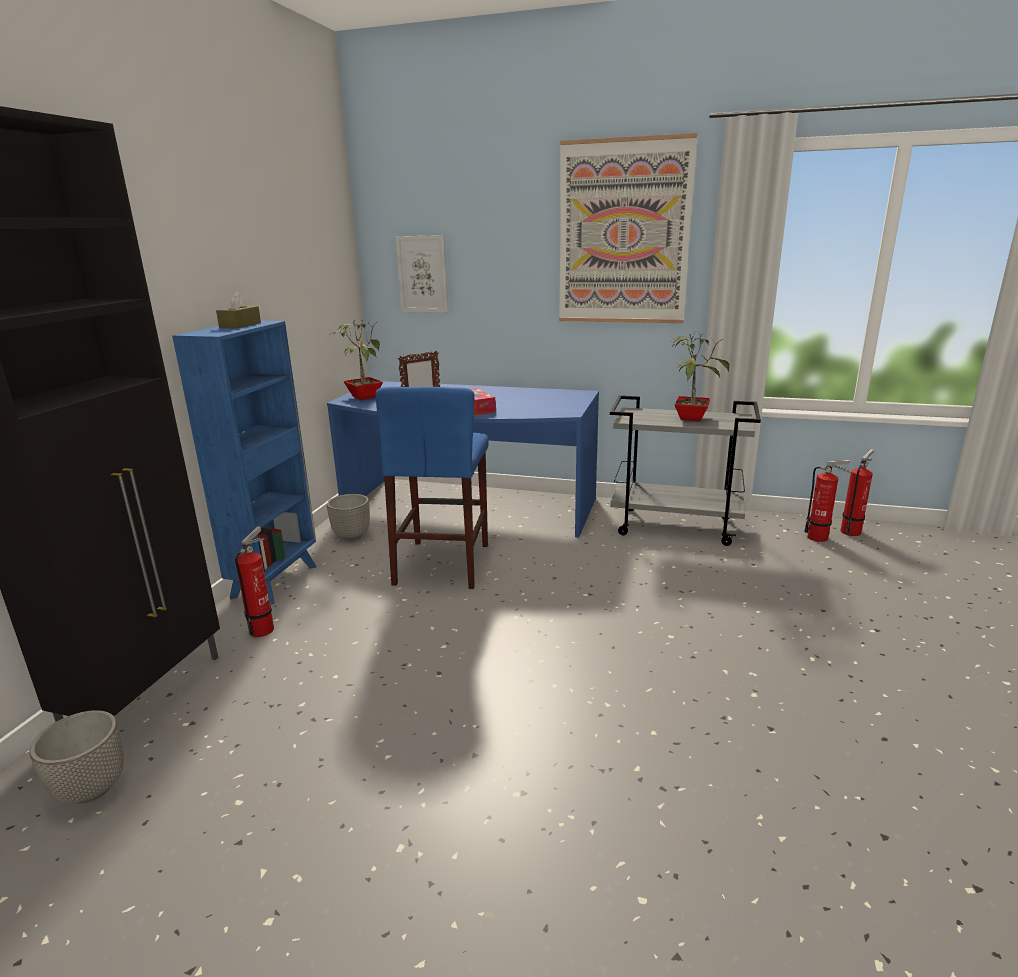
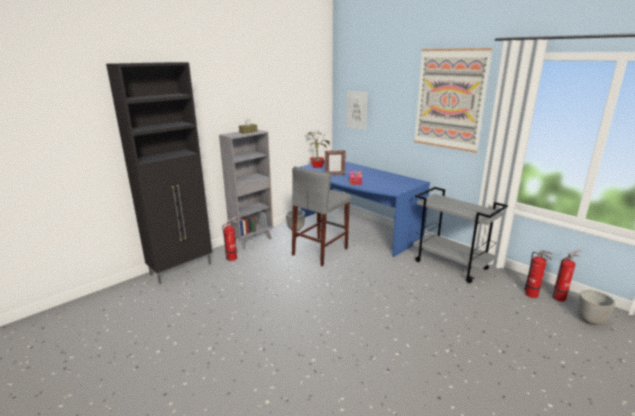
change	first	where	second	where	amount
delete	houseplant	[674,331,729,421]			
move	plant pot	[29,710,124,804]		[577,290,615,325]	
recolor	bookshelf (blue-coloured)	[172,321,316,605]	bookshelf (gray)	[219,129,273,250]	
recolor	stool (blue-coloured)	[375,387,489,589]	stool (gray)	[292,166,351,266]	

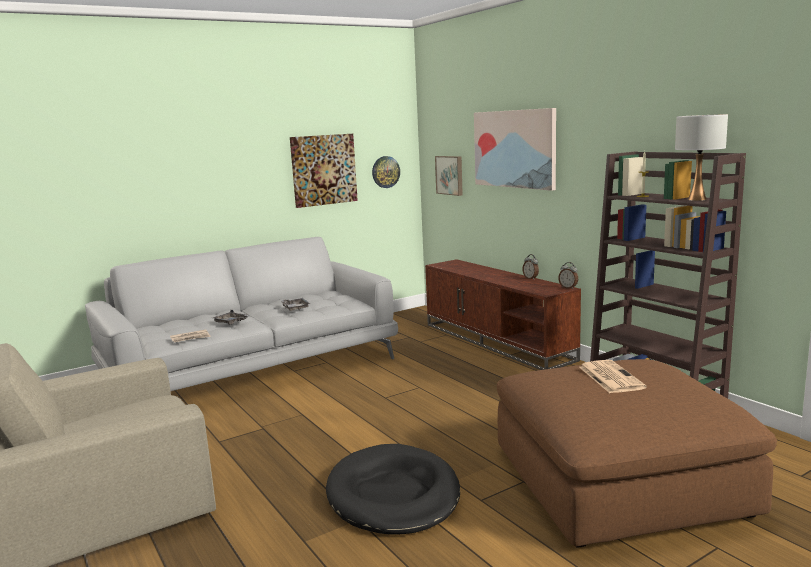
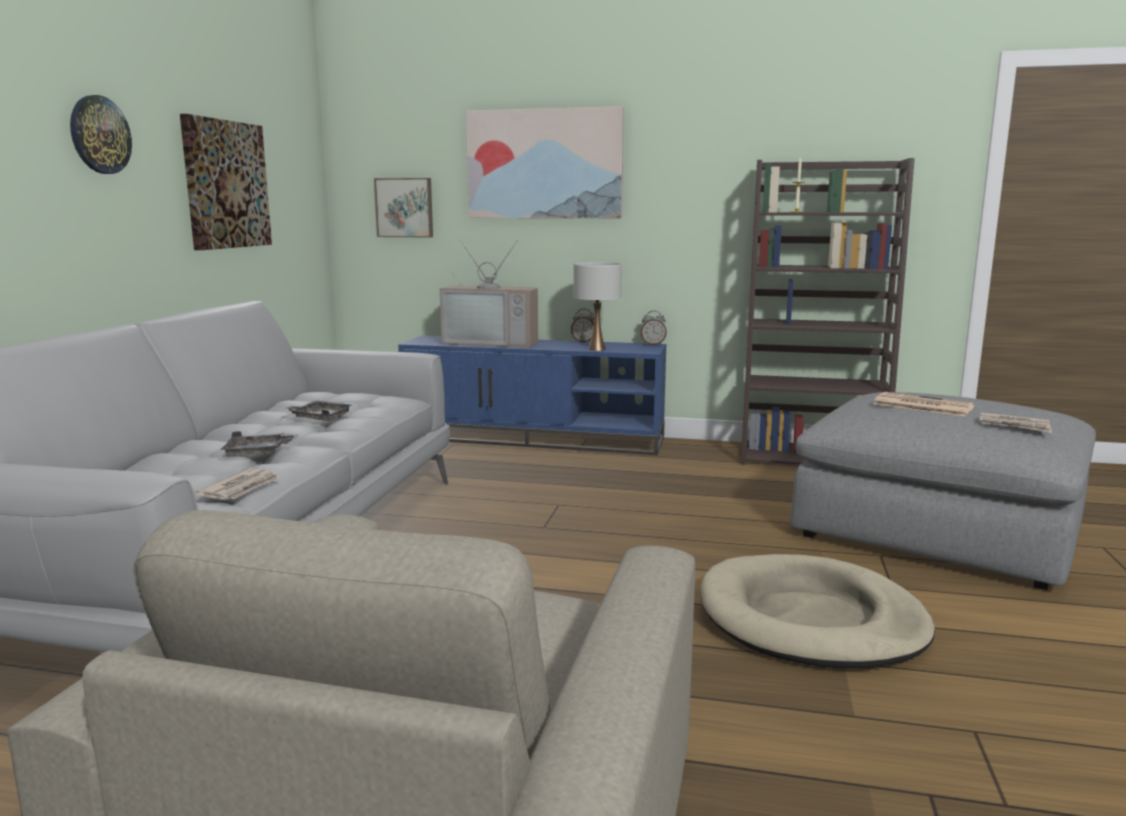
change	first	where	second	where	amount
insert			TV set	[440,240,538,348]	
insert			printed paper	[979,412,1052,433]	
move	clock on the wall	[372,156,400,188]		[70,95,132,174]	
move	tabletop lamp (white)	[675,114,728,201]		[573,262,622,351]	
recolor	pet bed (black)	[326,444,460,535]	pet bed (sand-coloured)	[701,554,935,668]	
recolor	media console (brown-coloured)	[425,259,581,370]	media console (blue-coloured)	[398,335,666,455]	
recolor	footrest (brown-coloured)	[497,359,777,548]	footrest (gray)	[790,392,1096,590]	

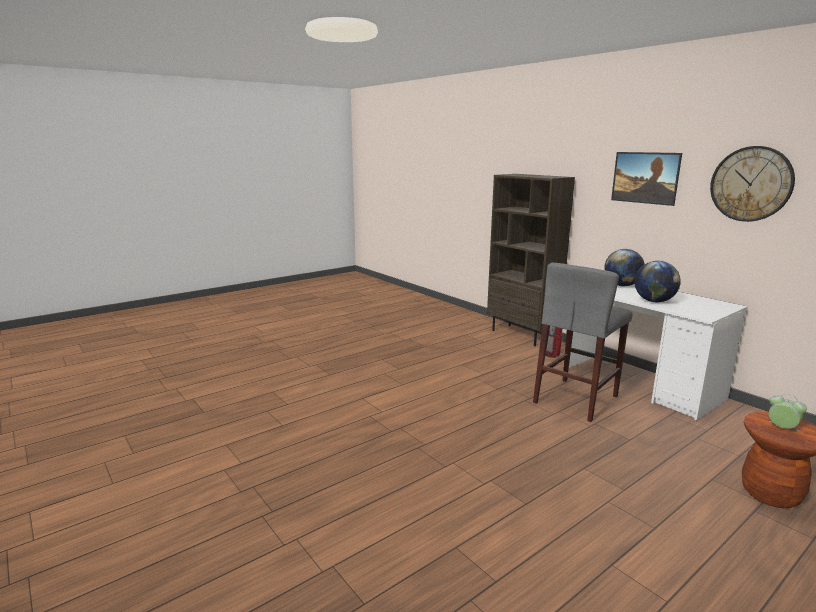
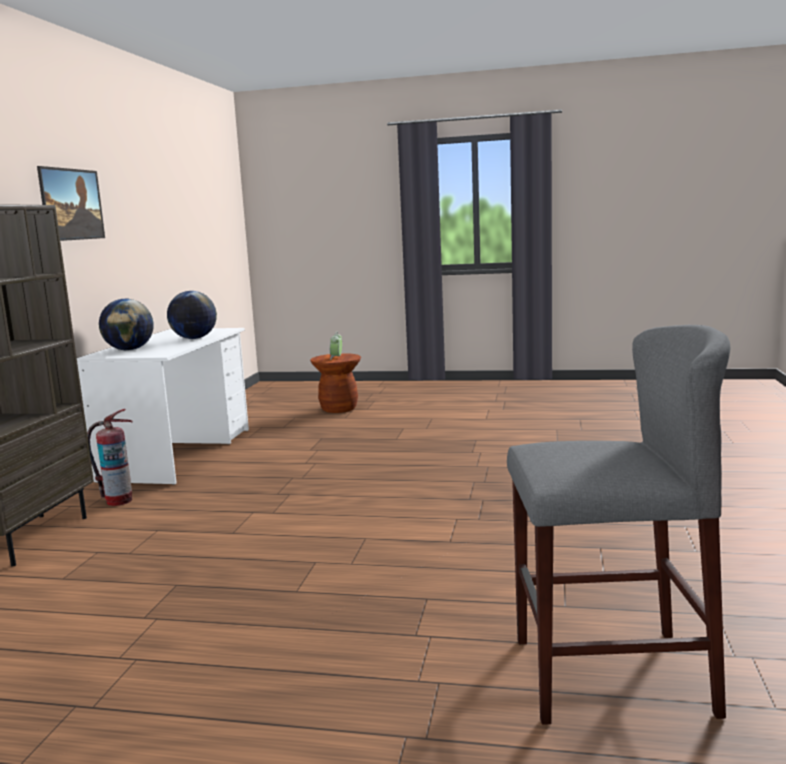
change	first	where	second	where	amount
delete	clock on the wall	[710,146,795,222]			
move	stool (gray)	[533,263,633,422]		[507,325,731,725]	

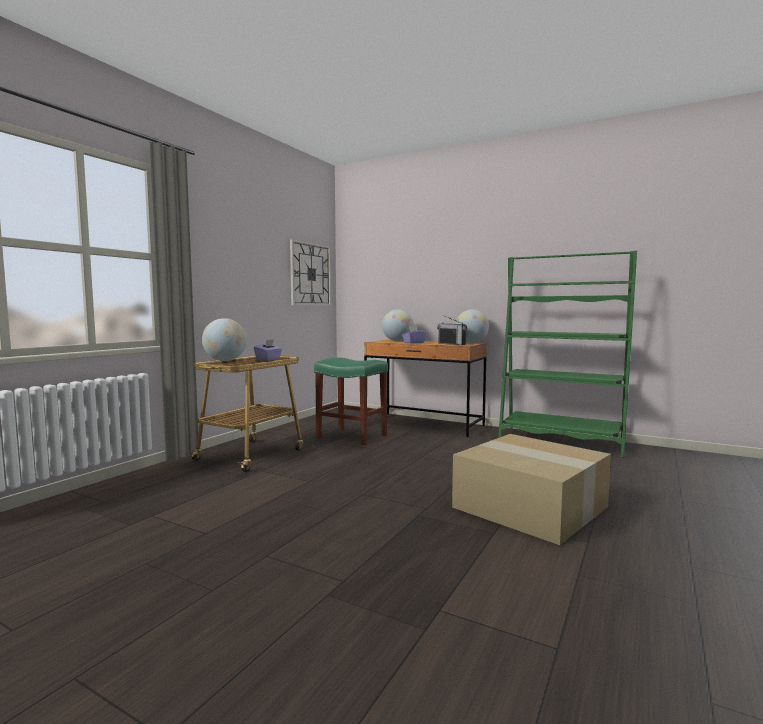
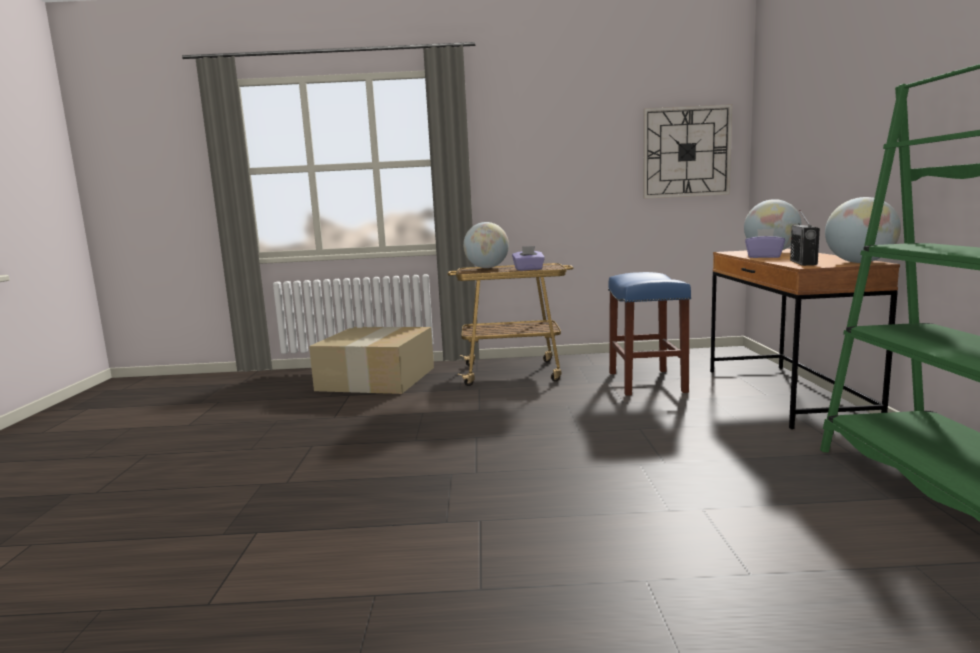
change	first	where	second	where	amount
move	cardboard box	[452,434,611,545]		[309,327,434,394]	
recolor	stool (green)	[314,358,388,445]	stool (blue-coloured)	[608,272,691,396]	

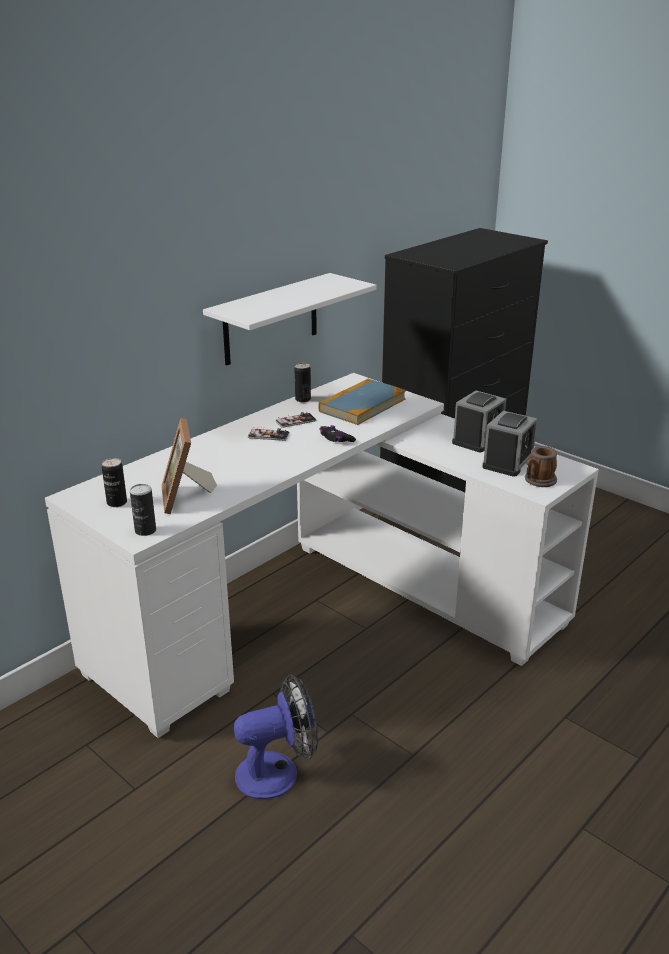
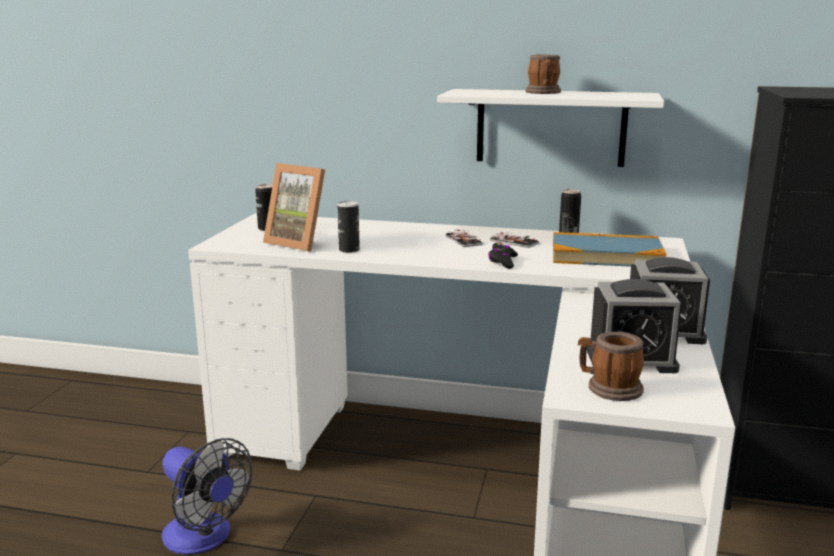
change	first	where	second	where	amount
insert			mug	[526,55,561,94]	
move	sealed can	[130,484,156,536]		[337,201,360,253]	
rotate	picture frame	[161,418,217,514]		[263,163,325,252]	105 degrees counterclockwise

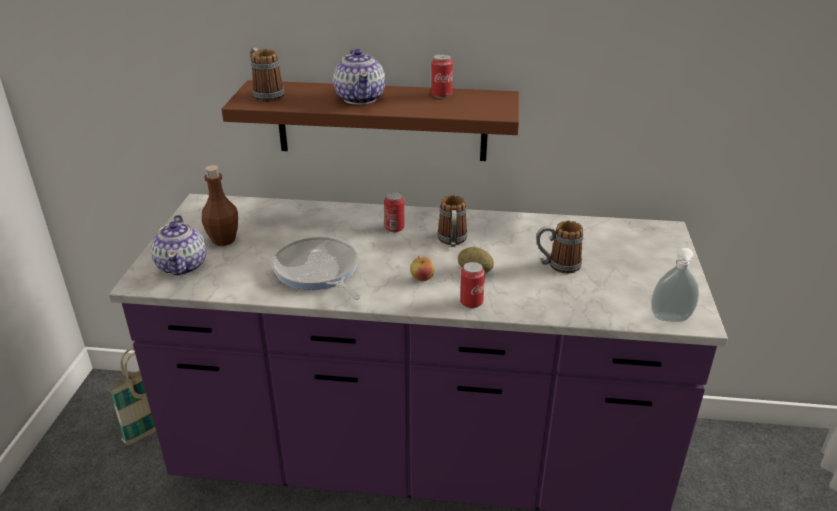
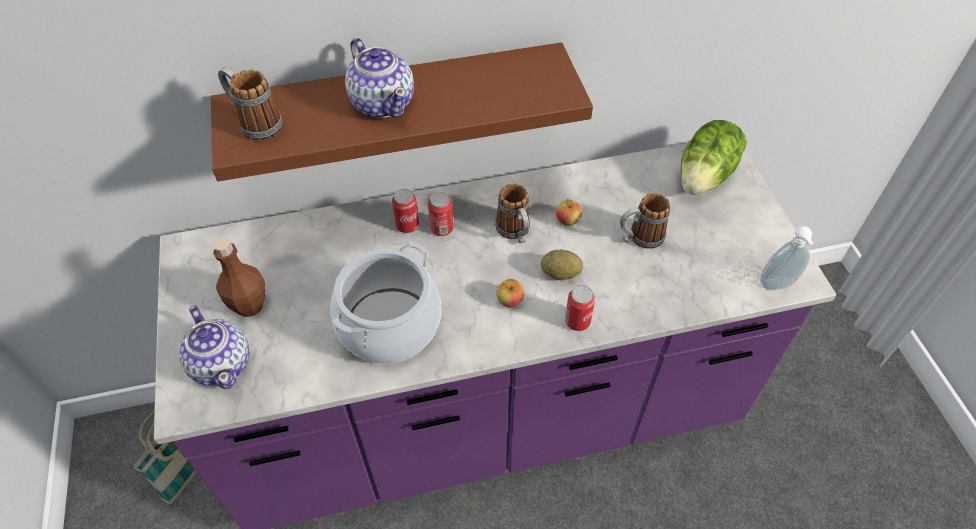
change	first	where	second	where	amount
insert			whole apple	[556,199,582,226]	
insert			lettuce head	[681,120,747,195]	
move	sealed can	[431,54,453,98]		[392,189,419,233]	
replace	pan	[272,237,361,300]	saucepot	[330,242,441,364]	

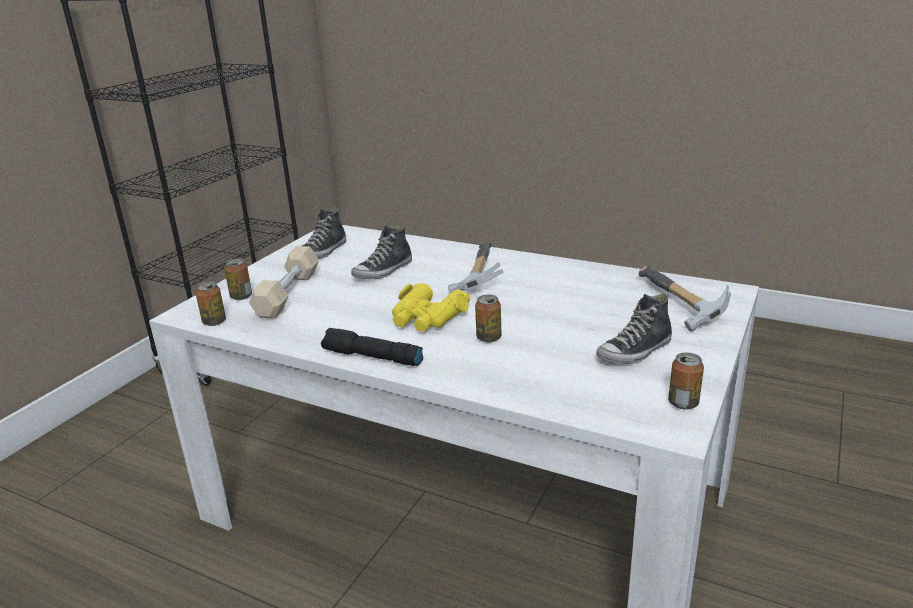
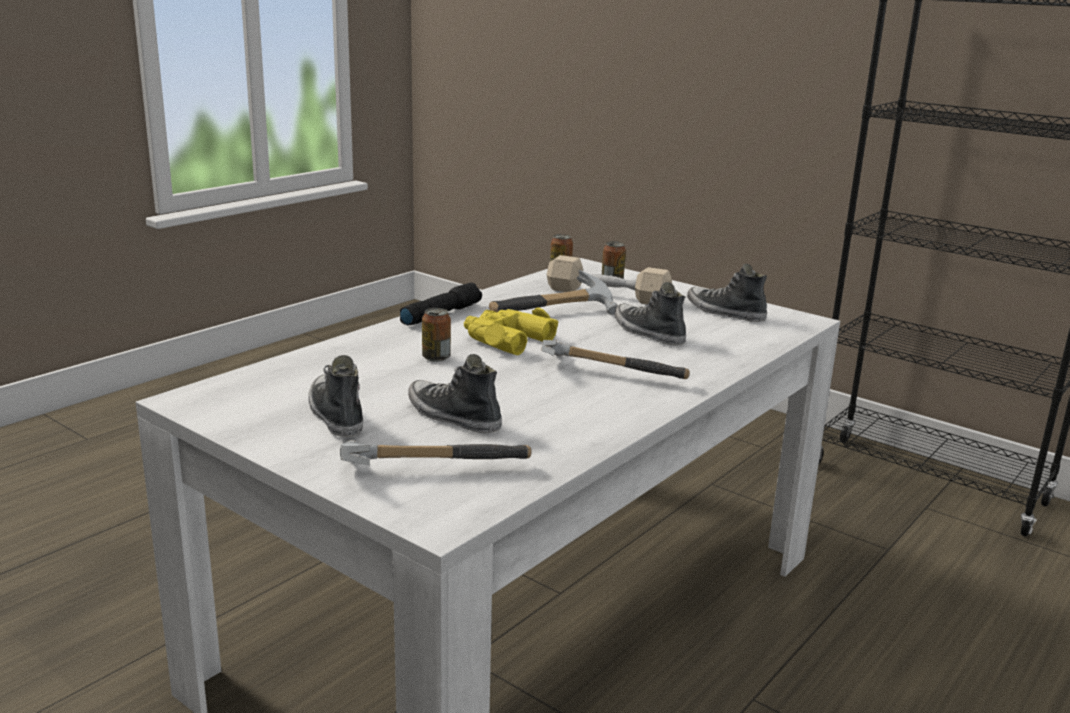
change	first	where	second	where	amount
delete	sealed can	[668,353,704,410]			
insert			shoe	[408,354,502,433]	
insert			hand hammer	[489,270,618,315]	

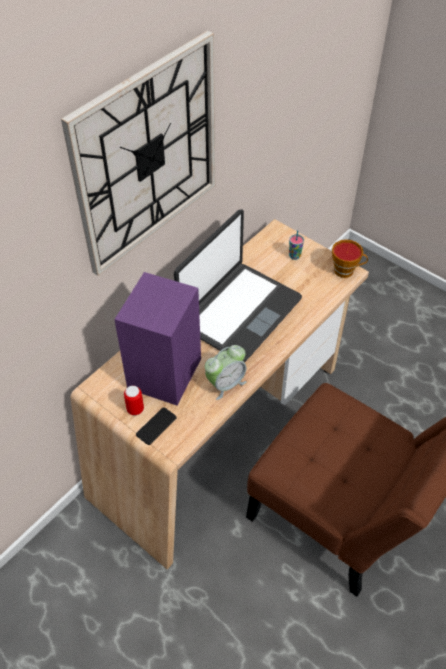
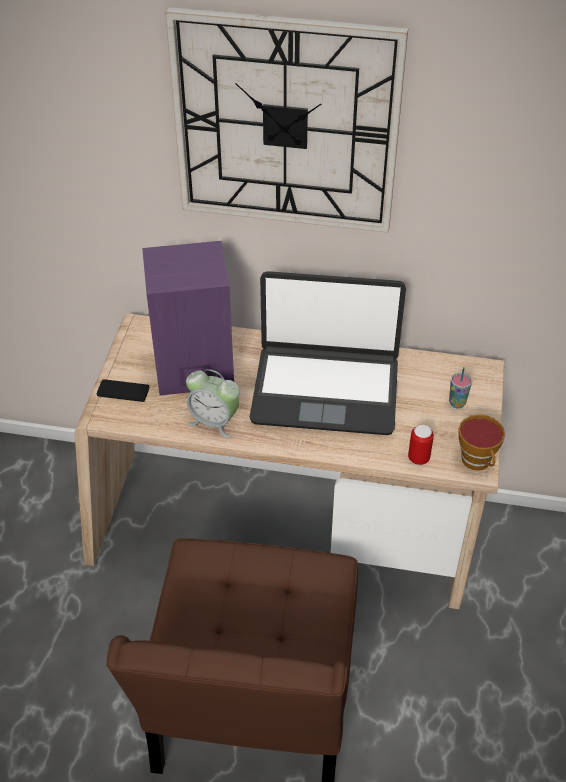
change	first	where	second	where	amount
move	sealed can	[124,386,144,415]		[408,425,434,465]	

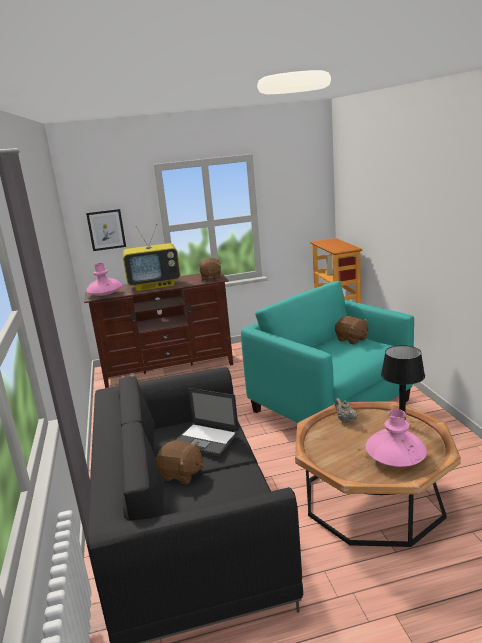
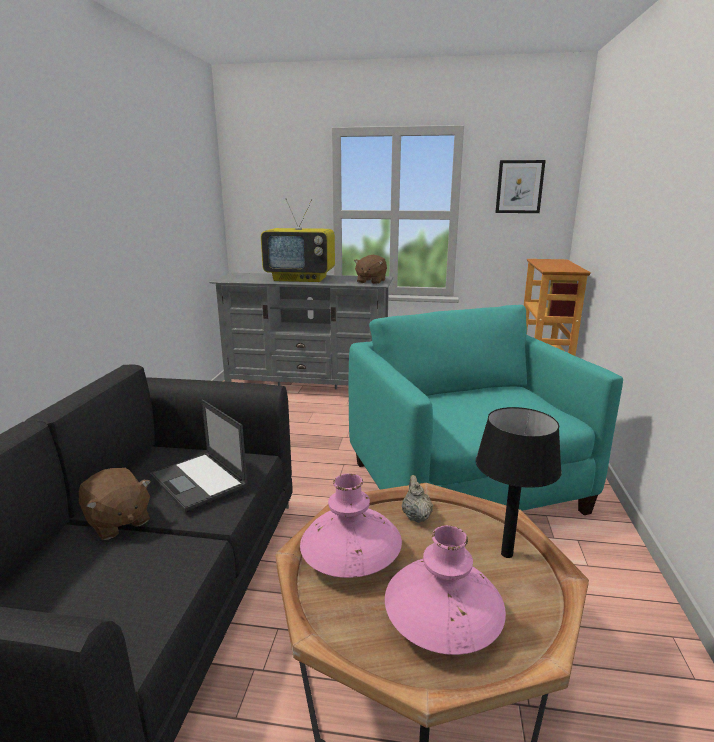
change	first	where	second	where	amount
delete	plush toy (brown-coloured)	[335,316,368,344]			
move	wall picture	[86,209,126,251]		[495,160,546,213]	
move	decorative vase (pinkish)	[86,263,122,296]		[300,473,402,578]	
recolor	media console (brown-coloured)	[84,272,233,388]	media console (gray)	[209,273,393,389]	

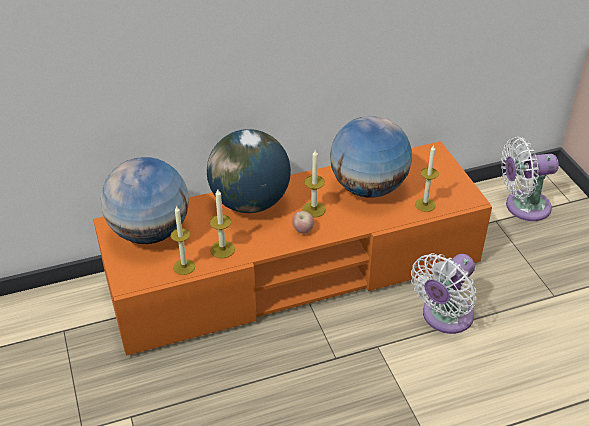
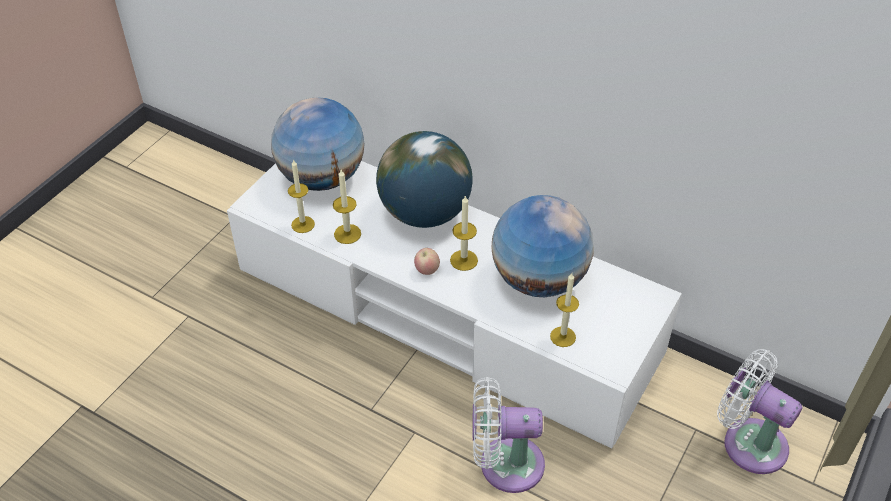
change	first	where	second	where	amount
recolor	media console (orangey)	[93,141,492,356]	media console (white)	[227,161,682,449]	

